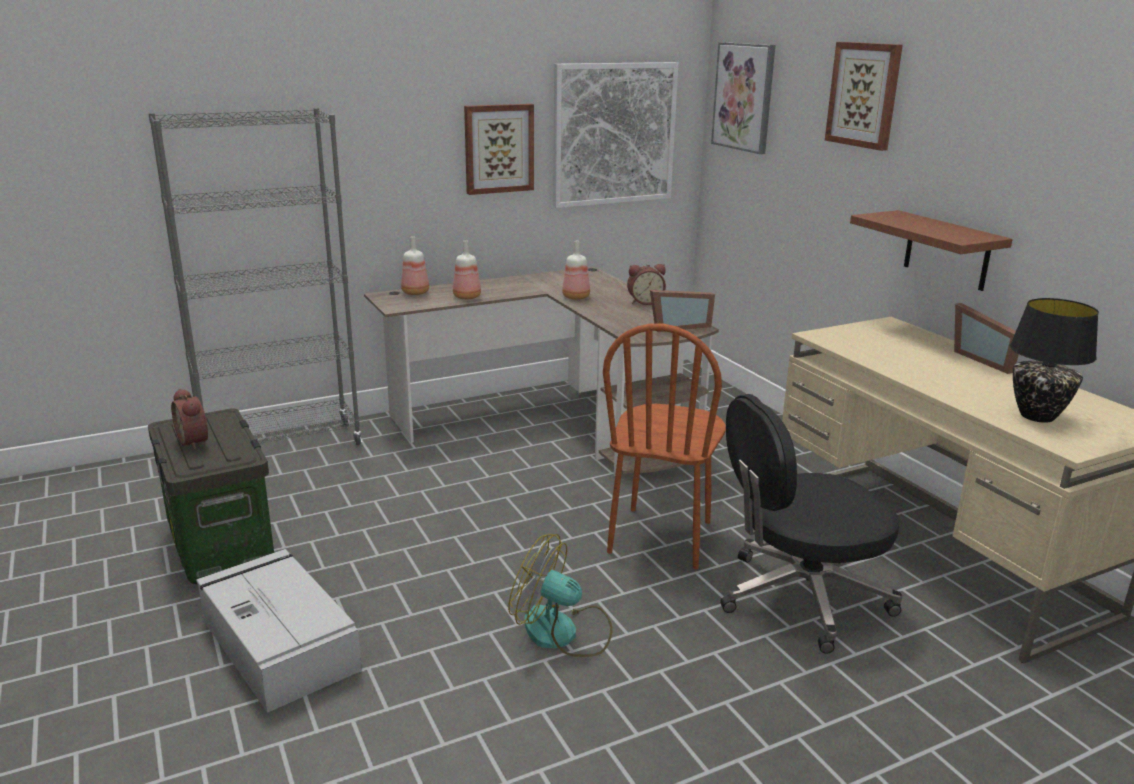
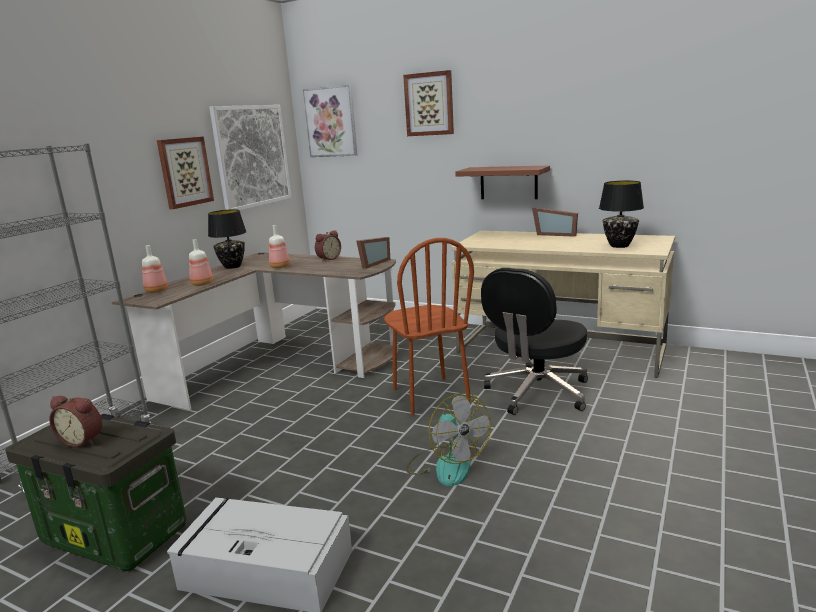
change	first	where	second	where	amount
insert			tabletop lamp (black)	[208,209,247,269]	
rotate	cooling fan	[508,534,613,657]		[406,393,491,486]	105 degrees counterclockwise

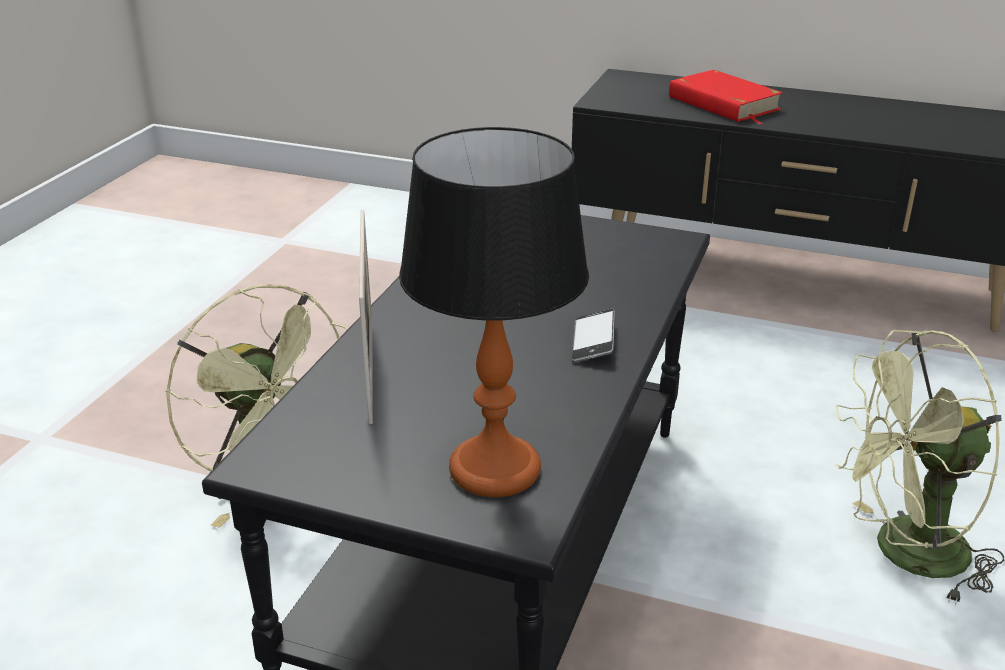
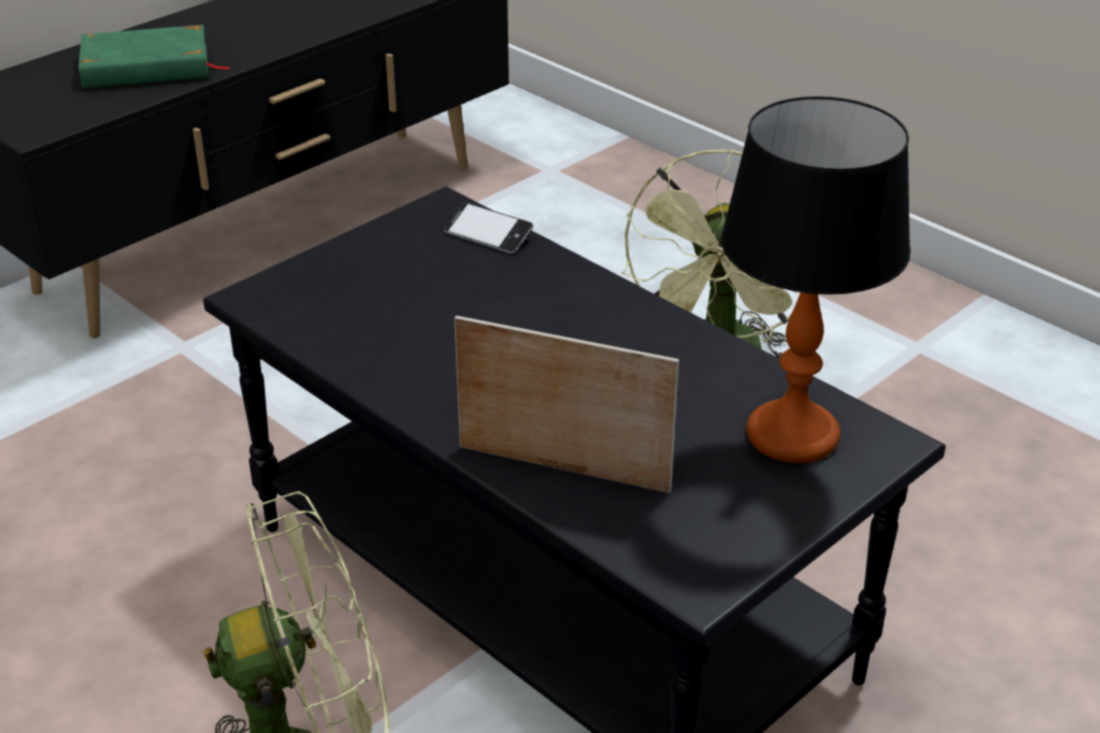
change	first	where	second	where	amount
move	phone	[572,309,615,362]		[444,203,533,254]	
recolor	volume (red-coloured)	[669,70,783,124]	volume (green)	[78,25,230,88]	

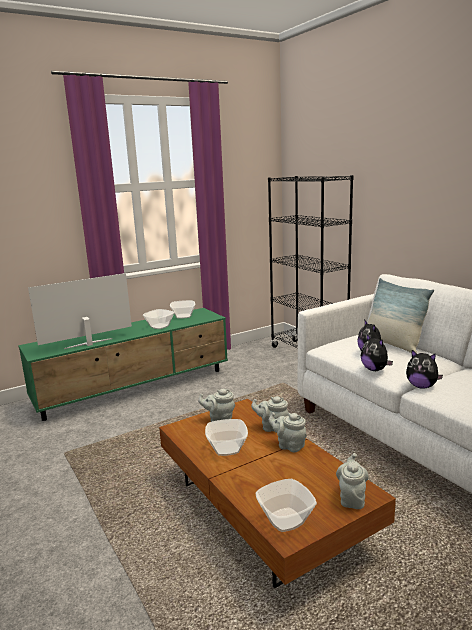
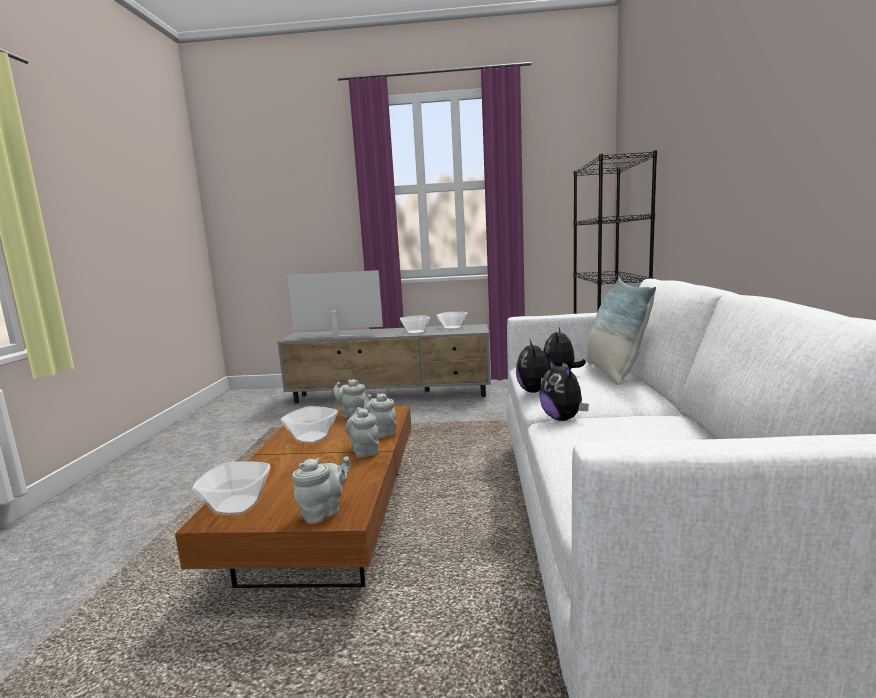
change	first	where	second	where	amount
recolor	media console (green)	[18,308,228,421]	media console (gray)	[277,324,491,403]	

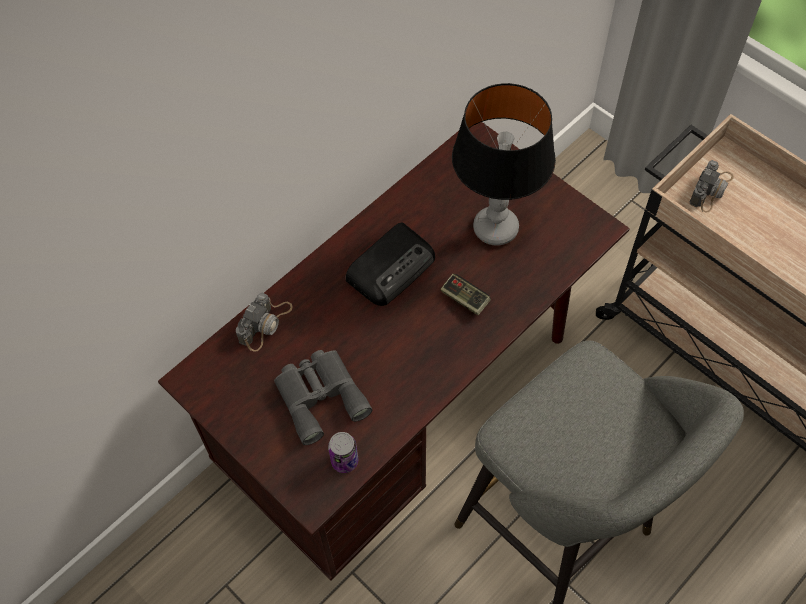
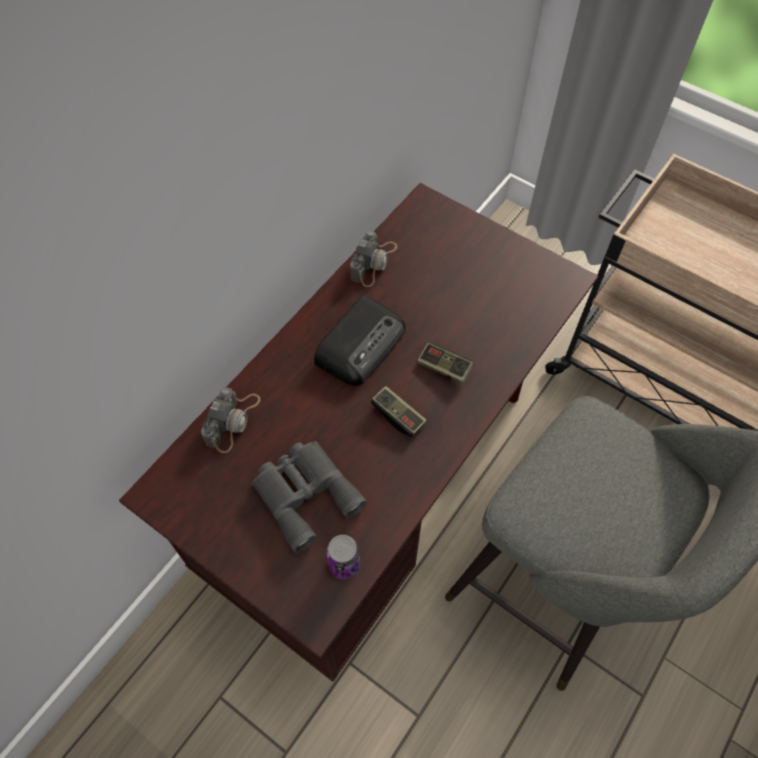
change	first	where	second	where	amount
delete	tabletop lamp	[452,83,556,245]			
insert			game controller	[371,386,427,437]	
move	photo camera	[689,160,733,212]		[350,231,397,287]	

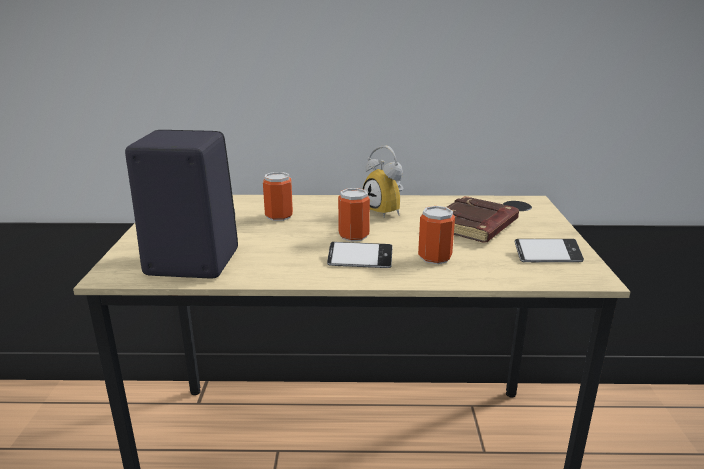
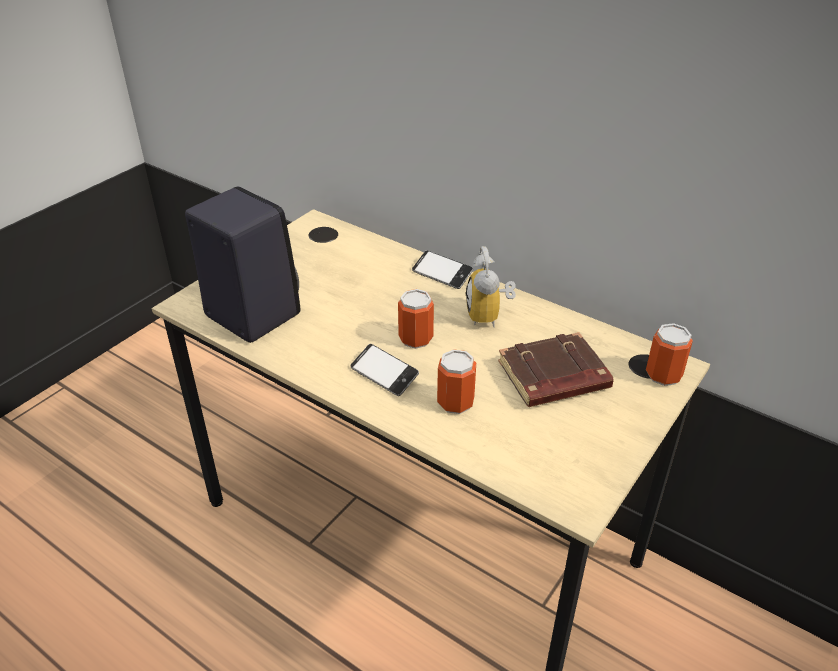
change	first	where	second	where	amount
move	sealed can	[263,172,293,221]		[646,323,693,386]	
move	phone	[515,239,584,263]		[412,250,473,289]	

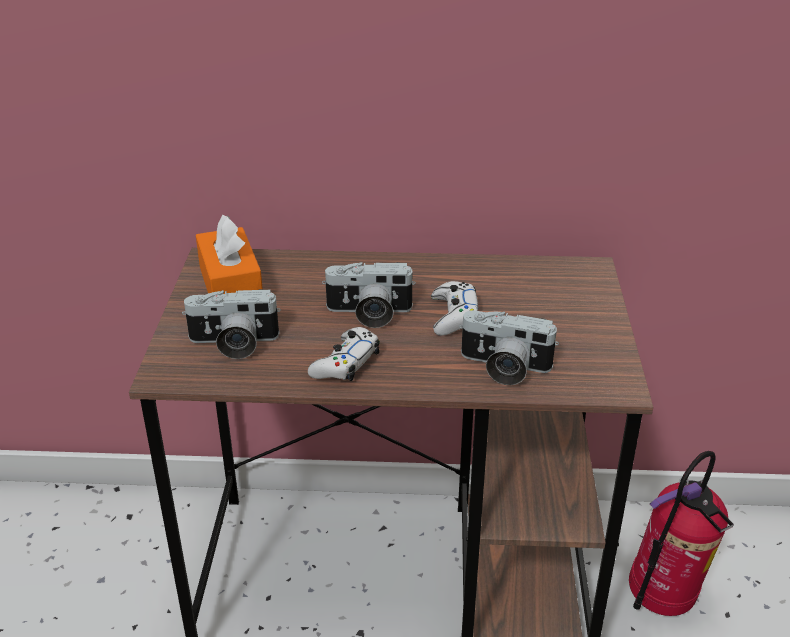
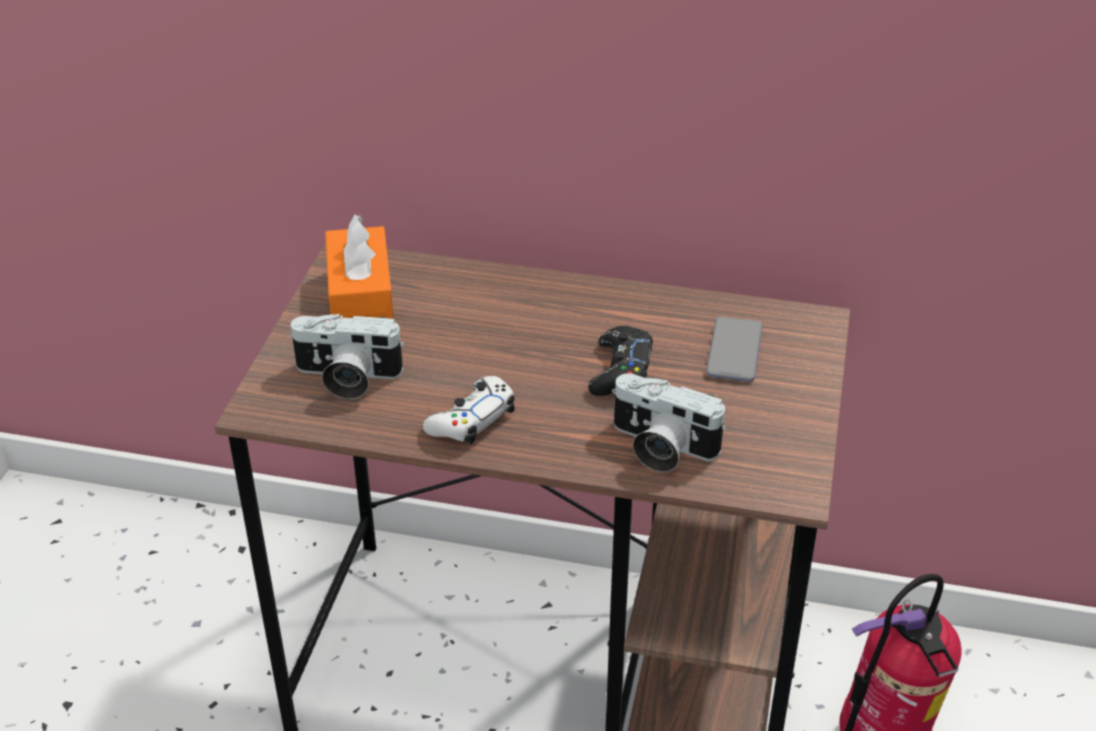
change	first	where	second	where	amount
delete	photo camera	[322,262,416,328]			
insert			phone	[706,316,763,382]	
recolor	game controller (white)	[431,281,478,336]	game controller (black)	[588,326,653,396]	

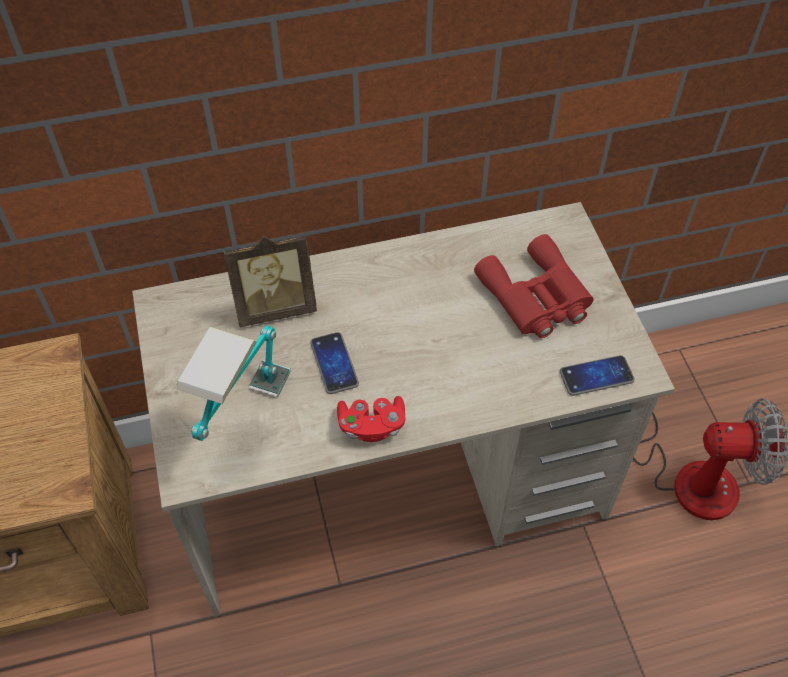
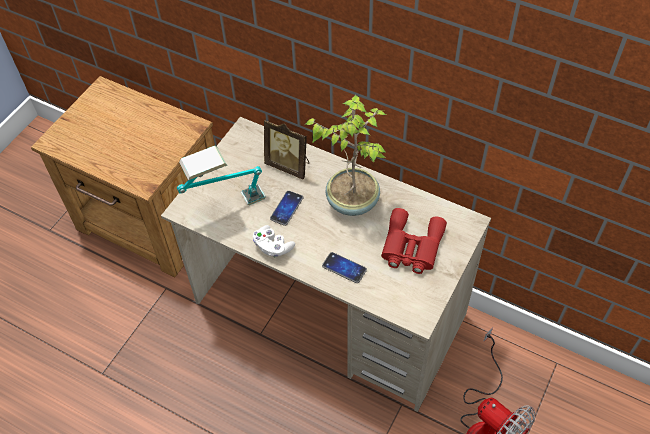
change	first	where	second	where	amount
insert			houseplant	[306,95,387,216]	
move	phone	[560,355,635,396]		[322,252,367,283]	
recolor	game controller (red-coloured)	[337,396,405,442]	game controller (white)	[253,225,295,257]	

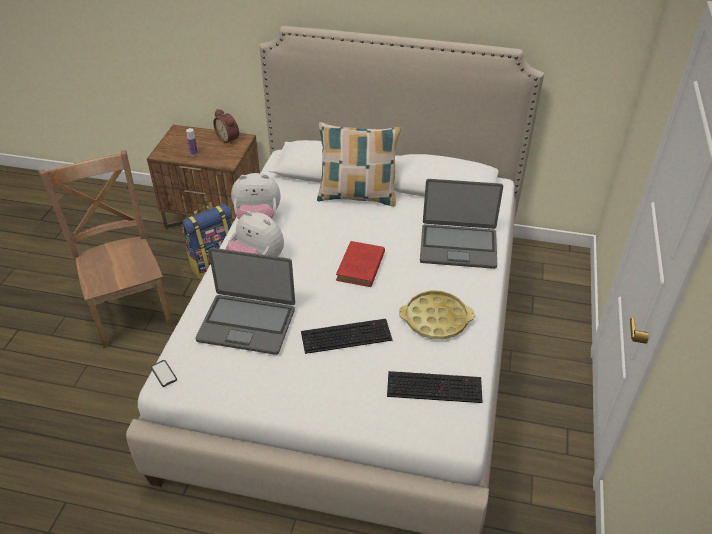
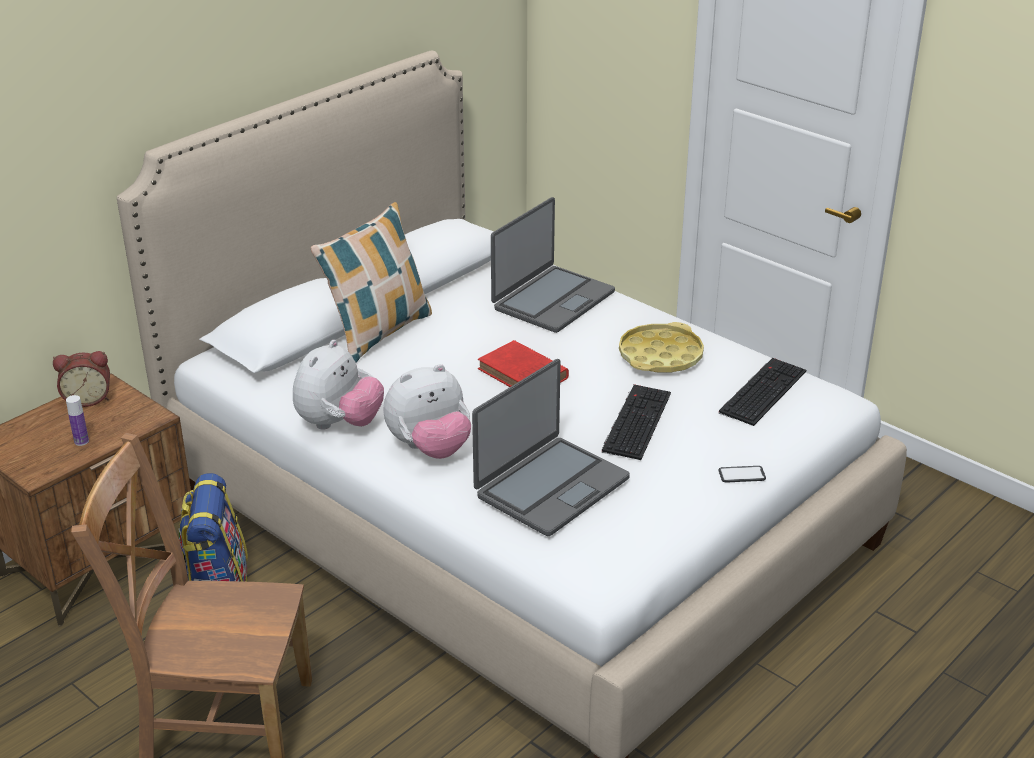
change	first	where	second	where	amount
move	phone	[151,360,177,387]		[718,466,766,483]	

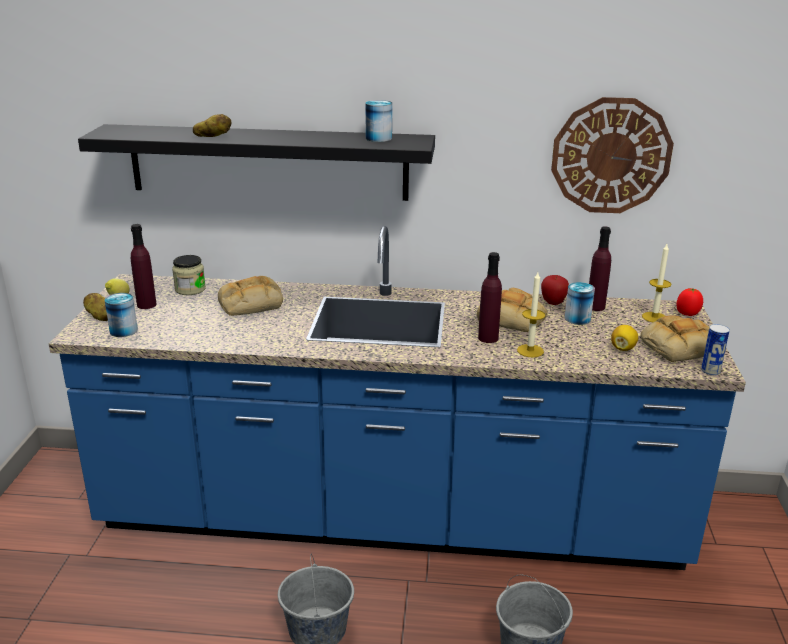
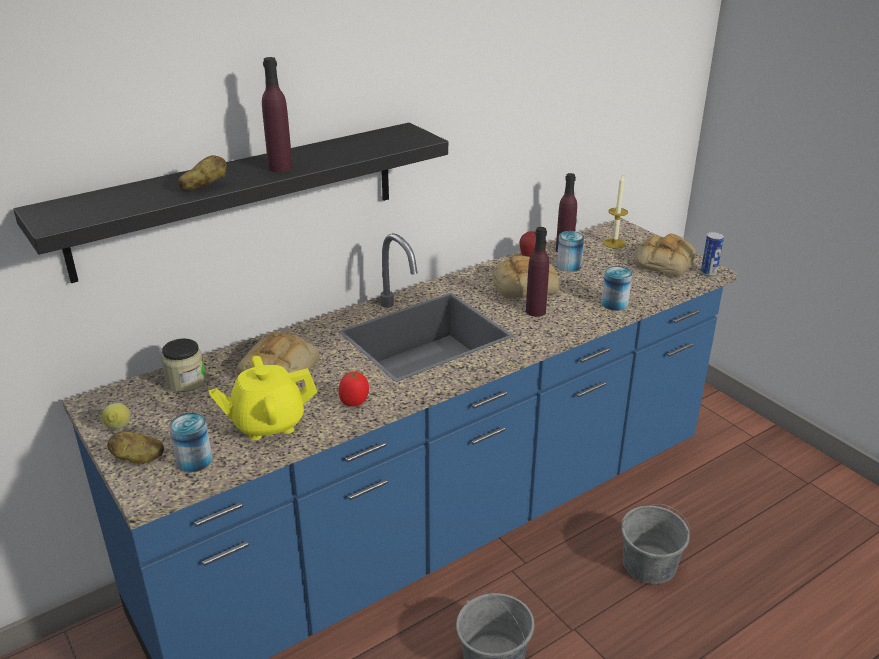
change	first	where	second	where	amount
delete	candle	[517,272,546,357]			
delete	clock on the wall	[551,97,674,213]			
delete	citrus fruit	[611,325,638,351]			
insert			pot for tea (yellow-coloured)	[209,356,317,440]	
move	drink bottle (purple)	[131,224,157,309]		[262,57,293,172]	
move	sealed can	[366,100,392,142]		[601,266,632,311]	
move	tomato	[676,288,703,316]		[339,372,369,407]	

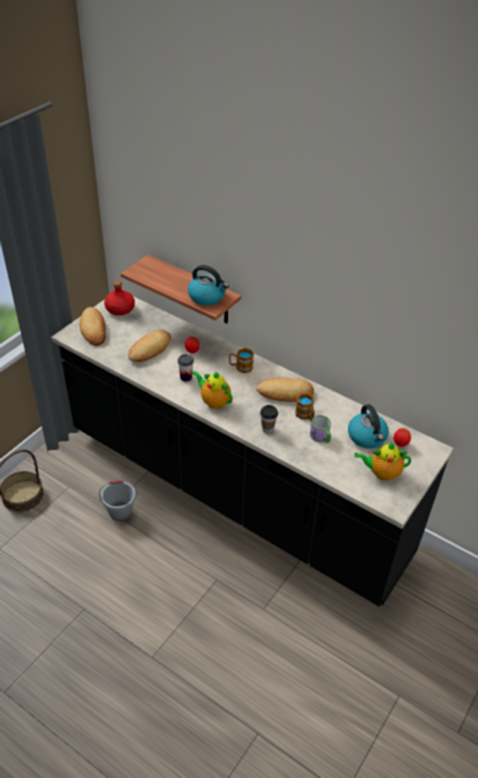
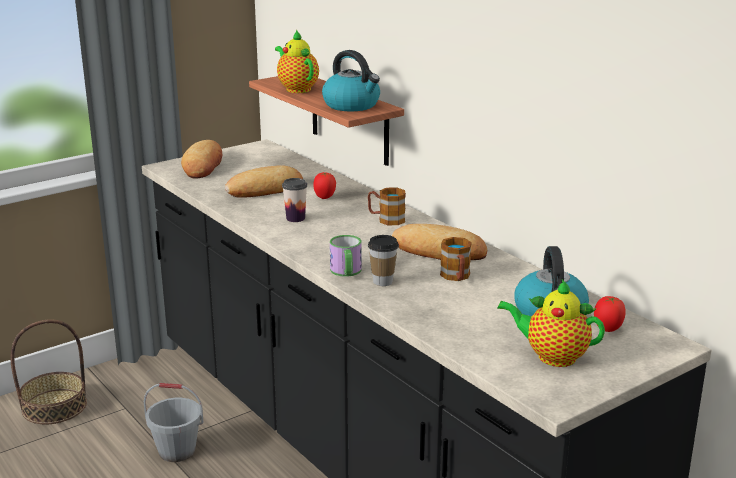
change	first	where	second	where	amount
delete	drink bottle (red-coloured)	[104,280,135,315]			
move	pot for tea	[192,371,233,409]		[275,30,319,93]	
move	mug	[310,415,331,443]		[330,235,362,277]	

